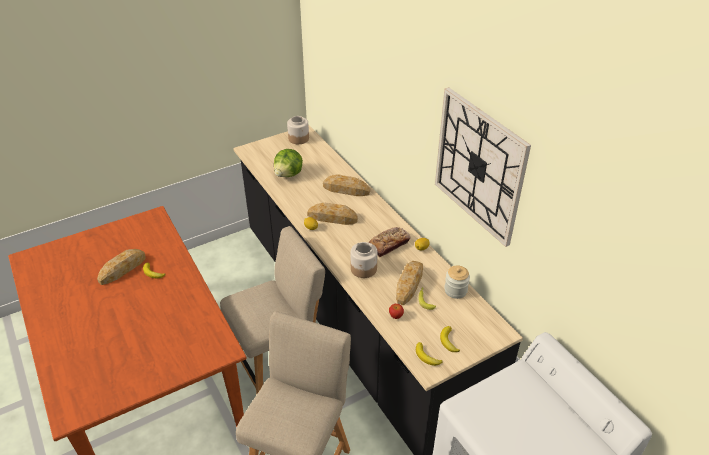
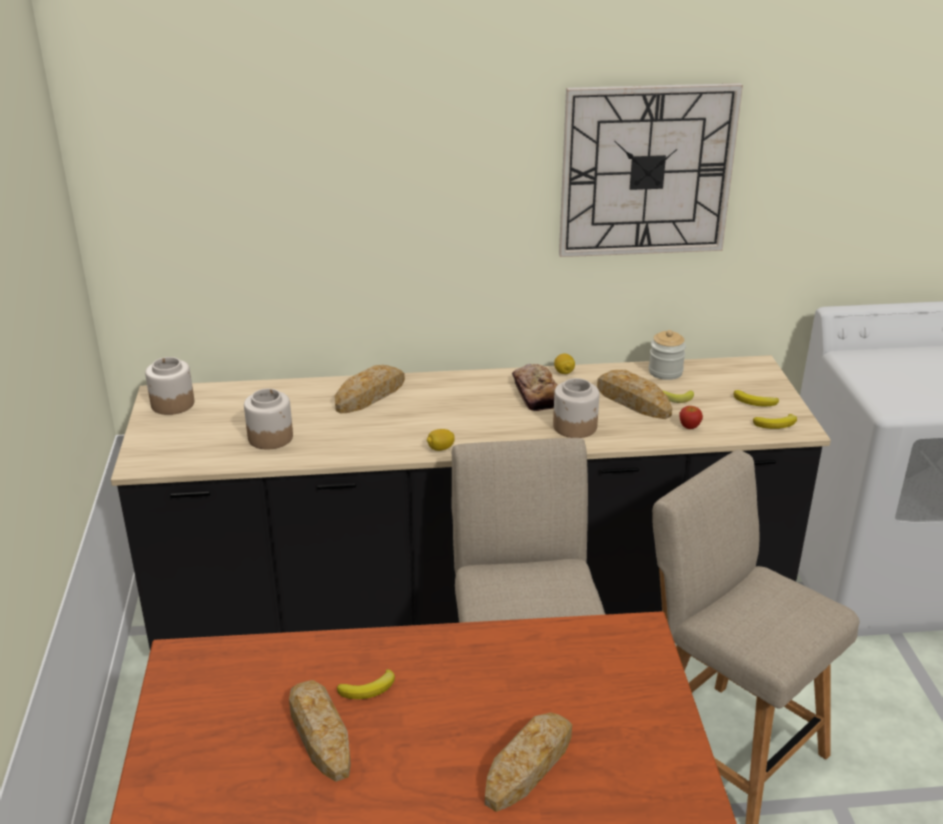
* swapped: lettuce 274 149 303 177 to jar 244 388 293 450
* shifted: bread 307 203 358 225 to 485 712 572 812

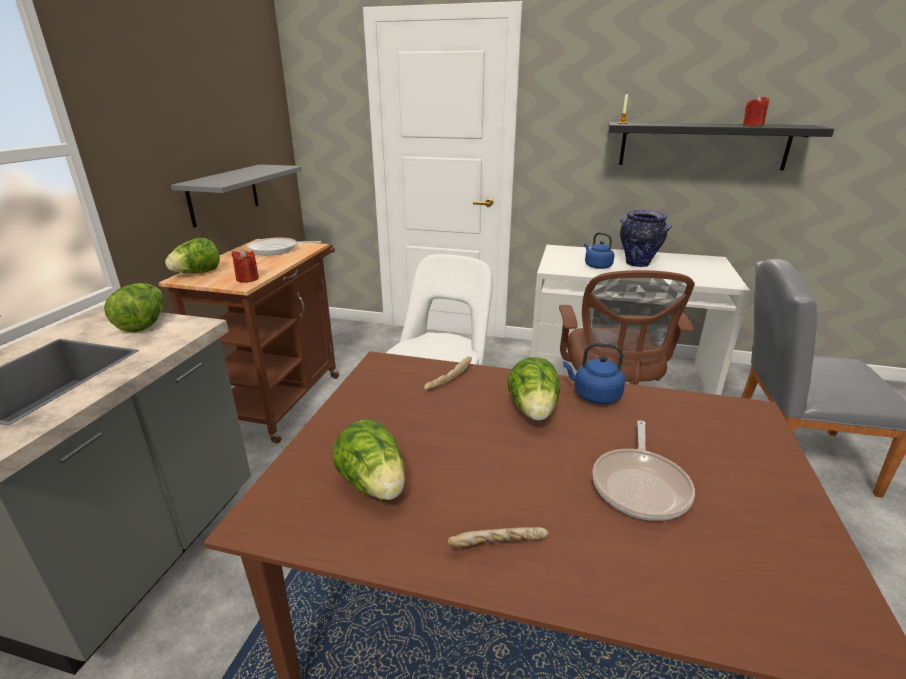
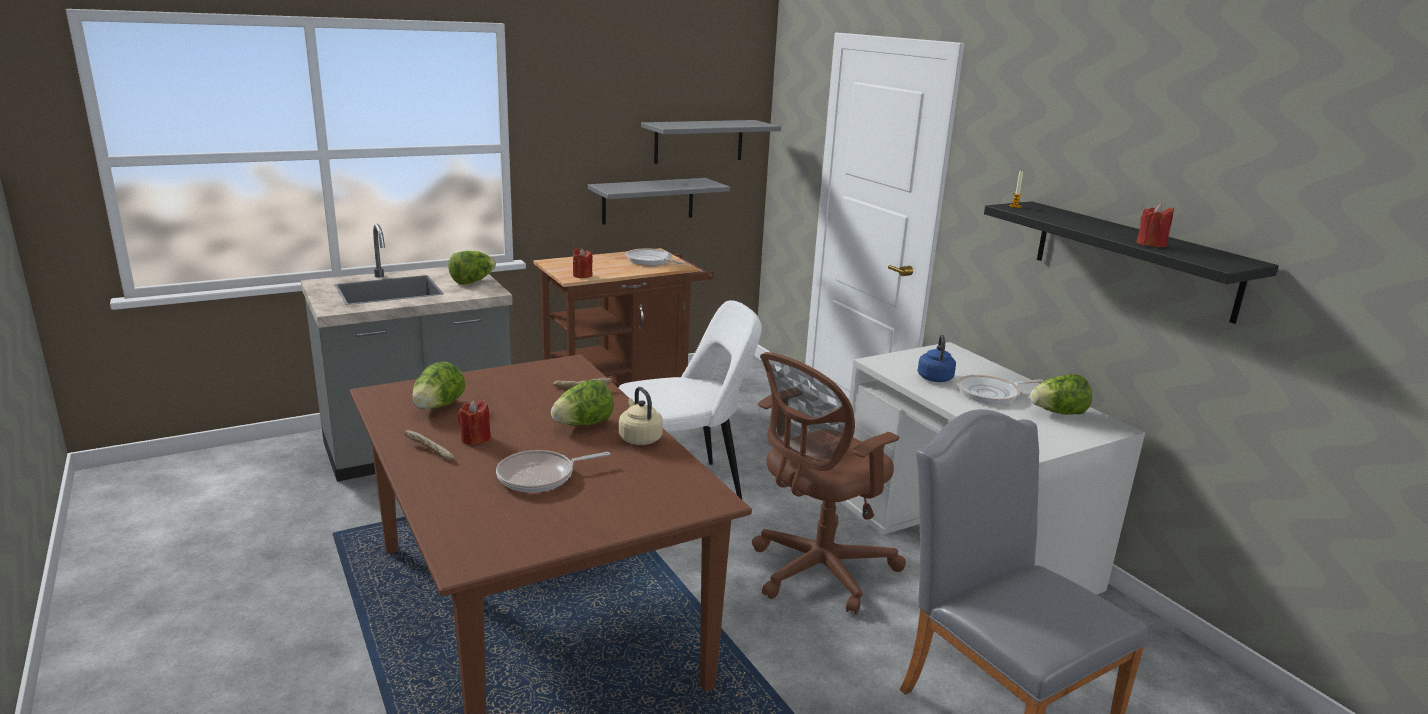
* shifted: lettuce 165 238 220 273 to 1030 374 1092 415
* repainted: blue kettle 563 342 625 404 to beige kettle 619 387 663 445
* swapped: vase 620 210 672 267 to frying pan 957 375 1043 404
* new: red candle 458 400 491 446
* new: grey shelf 641 120 781 164

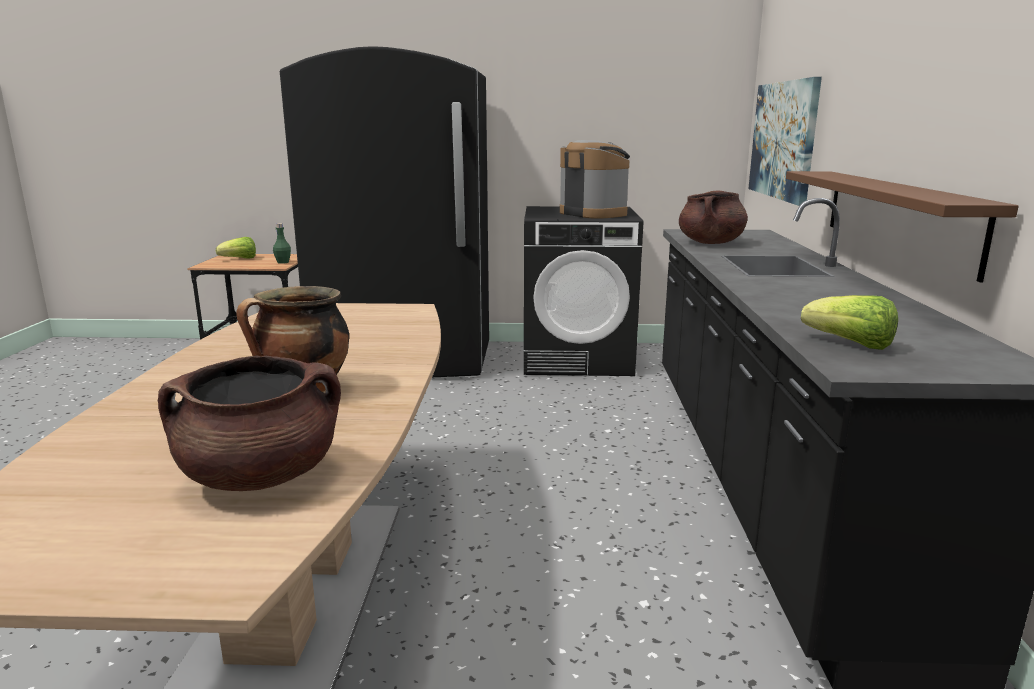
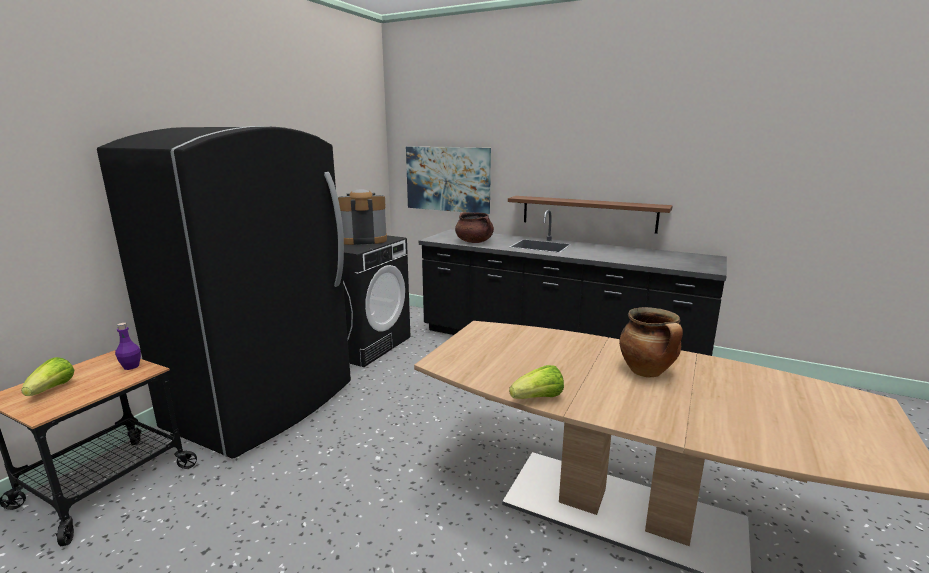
* gone: brown cooking pot 158 355 341 491
* repainted: green bottle 273 223 291 264 to purple bottle 115 323 141 370
* shifted: lettuce 801 295 898 350 to 509 365 564 399

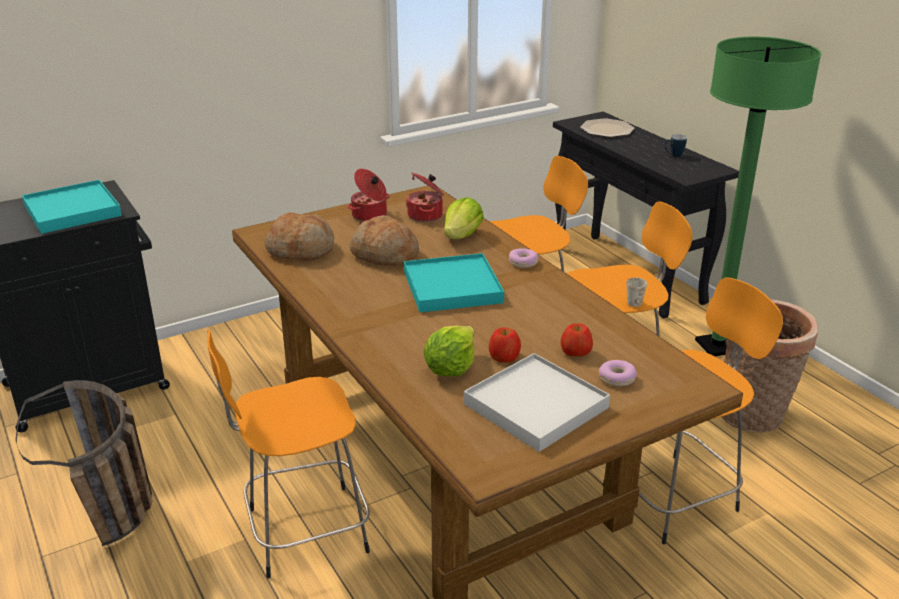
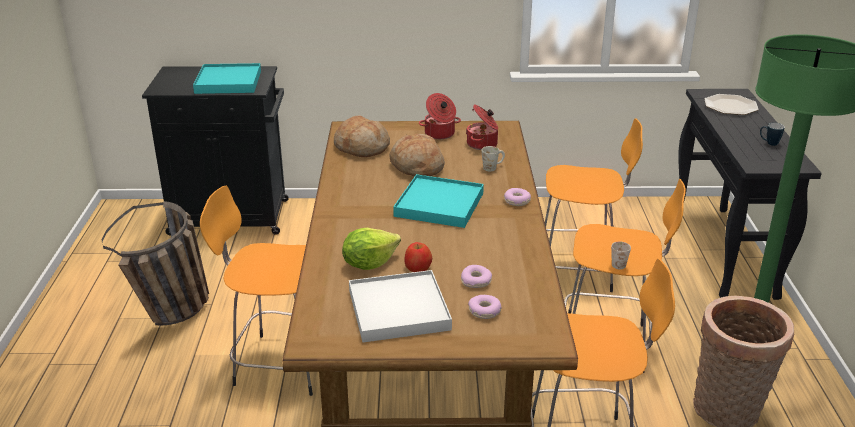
* swapped: lettuce 444 197 484 239 to white mug 482 146 505 171
* swapped: apple 561 323 593 357 to donut 461 265 492 288

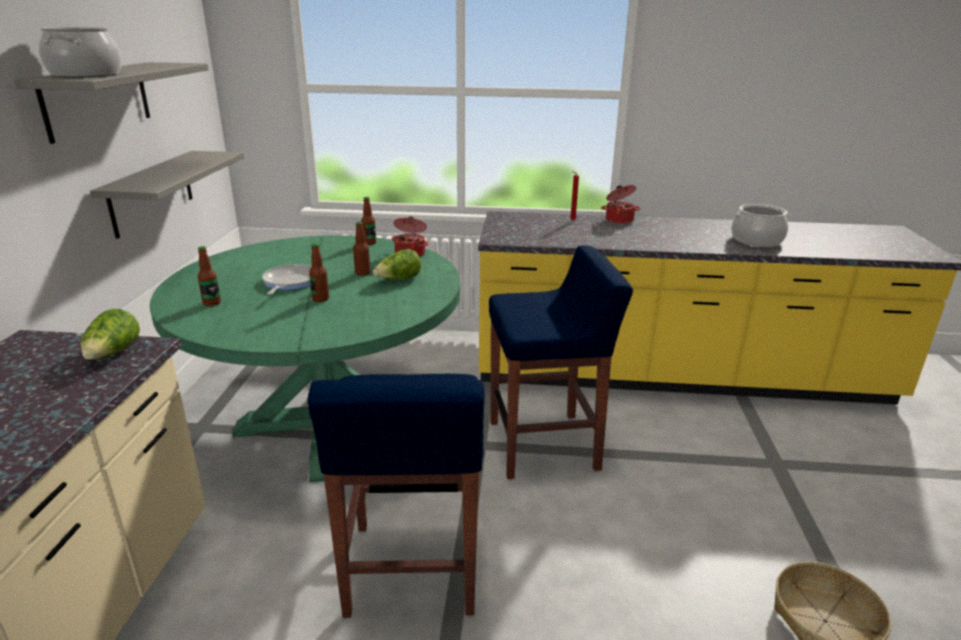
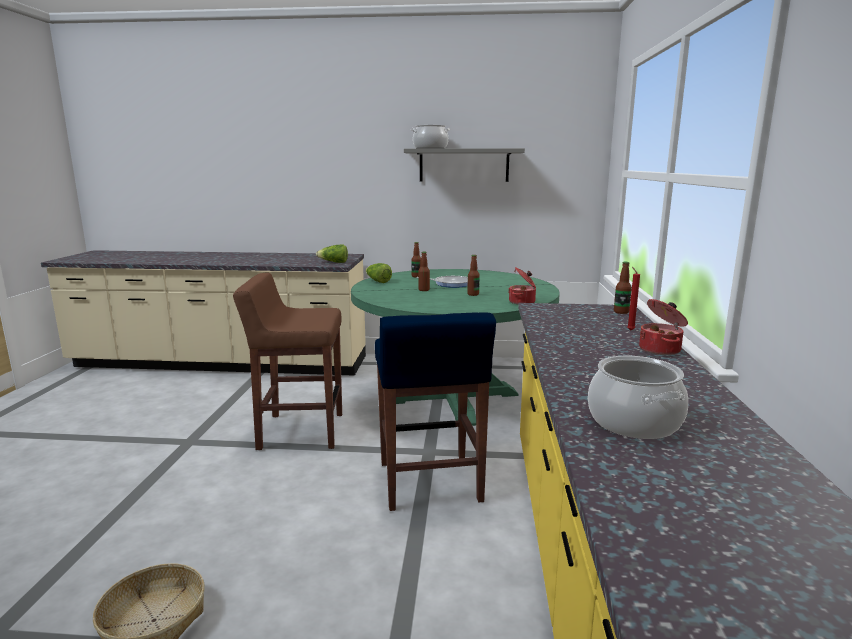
* gone: grey shelf 90 151 244 239
* repainted: blue stool 308 374 485 618 to brown stool 233 273 342 450
* shifted: bottle 361 197 376 245 to 614 262 632 314
* shifted: lettuce 373 249 421 279 to 366 263 392 283

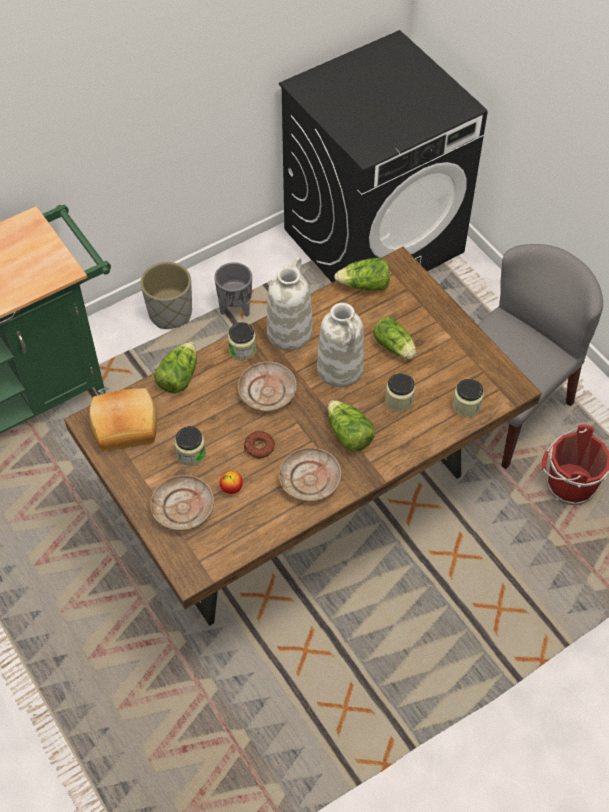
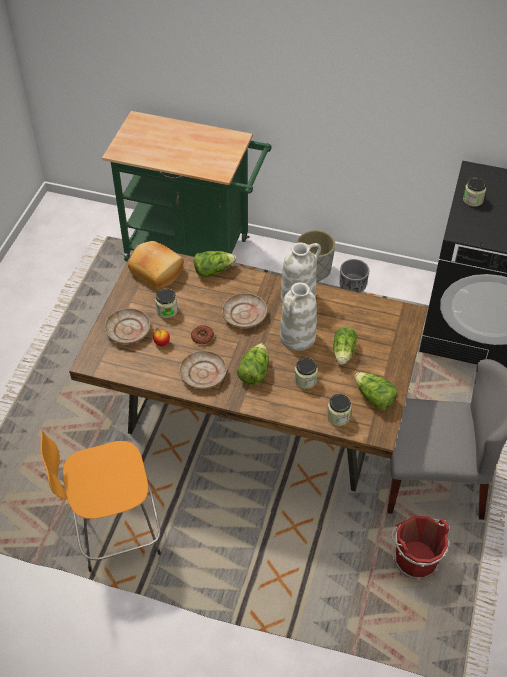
* shifted: jar 228 322 256 360 to 463 178 486 207
* shifted: lettuce 334 258 390 291 to 354 372 398 410
* new: orange stool 40 430 161 572

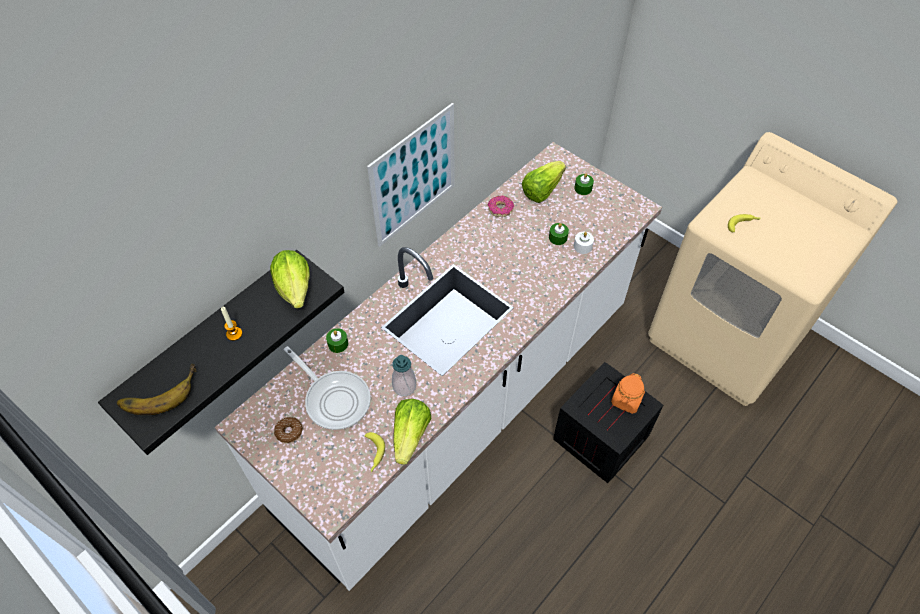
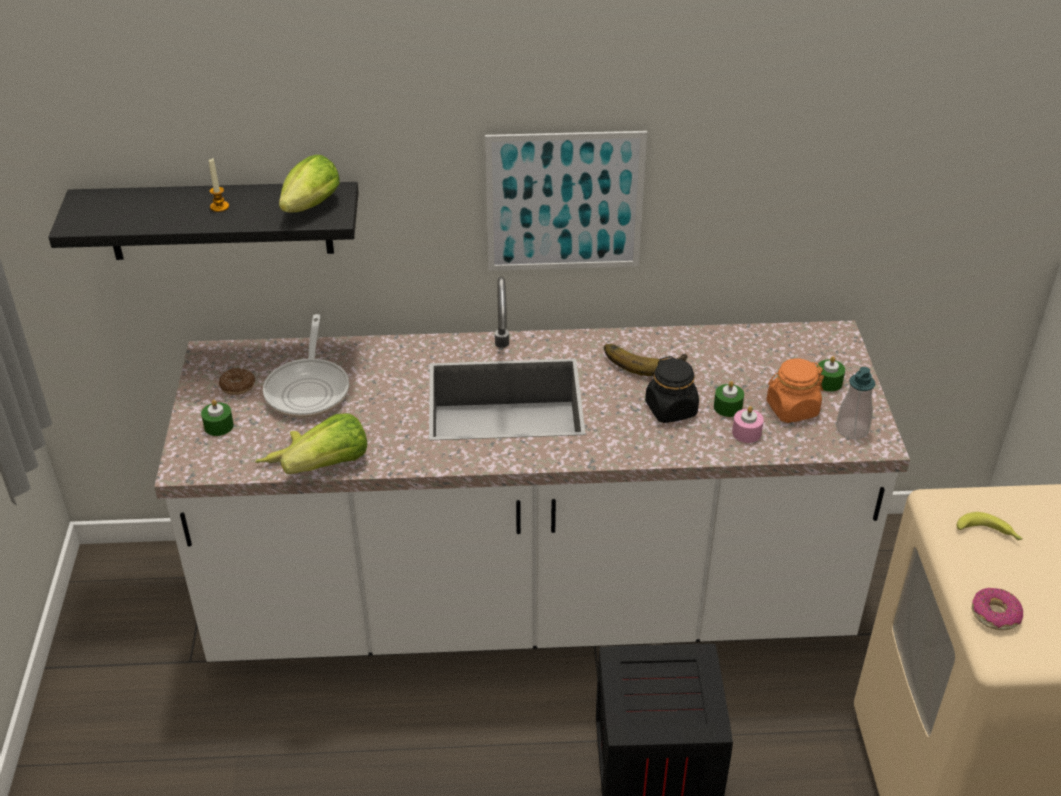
* shifted: banana 117 364 196 415 to 604 344 688 376
* shifted: green candle 326 328 348 353 to 201 400 234 436
* shifted: soap dispenser 392 355 416 396 to 836 367 875 439
* shifted: donut 488 196 514 217 to 971 588 1023 630
* gone: lettuce 522 161 566 203
* repainted: white candle 574 232 594 254 to pink candle 732 406 764 443
* shifted: orange jar 611 373 645 414 to 766 358 824 423
* new: black jar 645 356 699 423

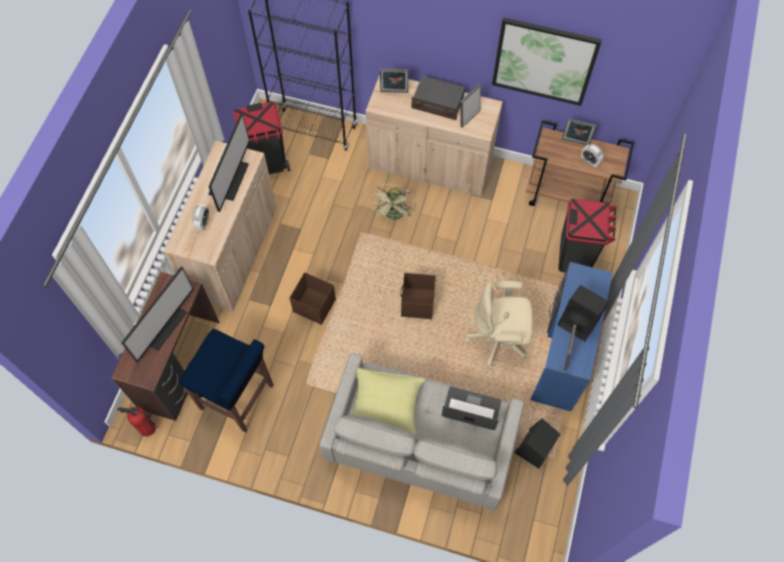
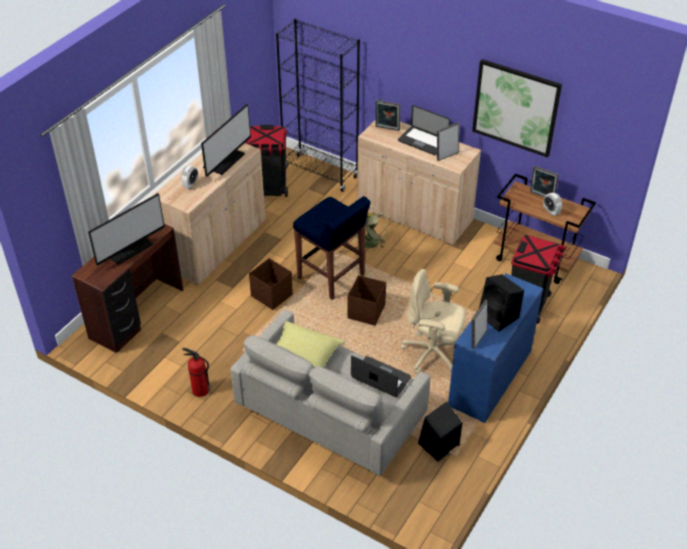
* shifted: fire extinguisher 117 406 158 436 to 182 348 210 397
* shifted: blue stool 179 329 274 433 to 293 196 370 300
* swapped: radio 411 76 465 120 to laptop 398 105 450 155

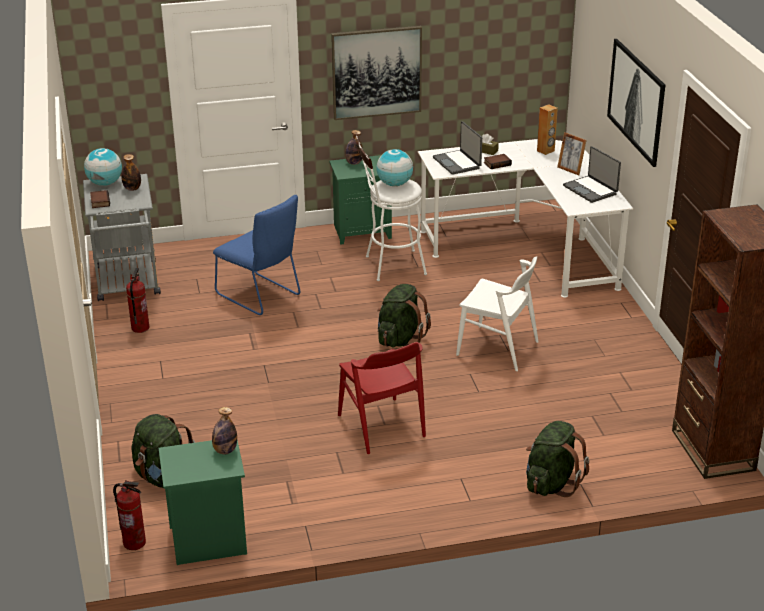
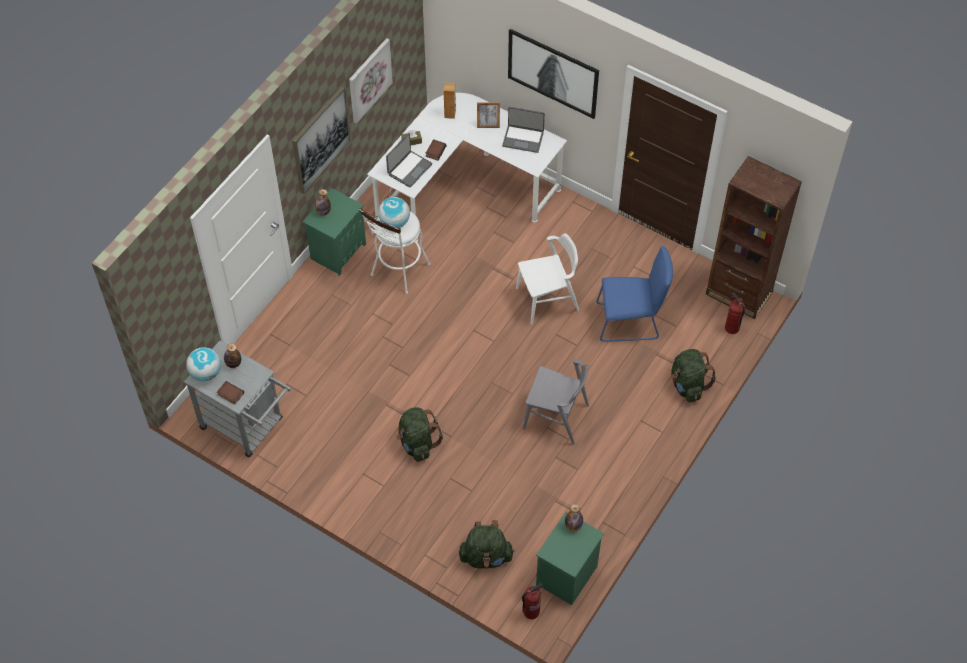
* shifted: fire extinguisher 126 268 149 333 to 725 293 745 334
* shifted: blue chair 213 195 300 315 to 596 246 673 342
* repainted: red chair 338 342 426 454 to grey chair 523 359 589 445
* shifted: green backpack 377 284 431 348 to 396 407 443 462
* rotated: laptop 433 121 482 175 = 386 133 433 188 75 degrees counterclockwise
* new: picture 349 38 393 123

